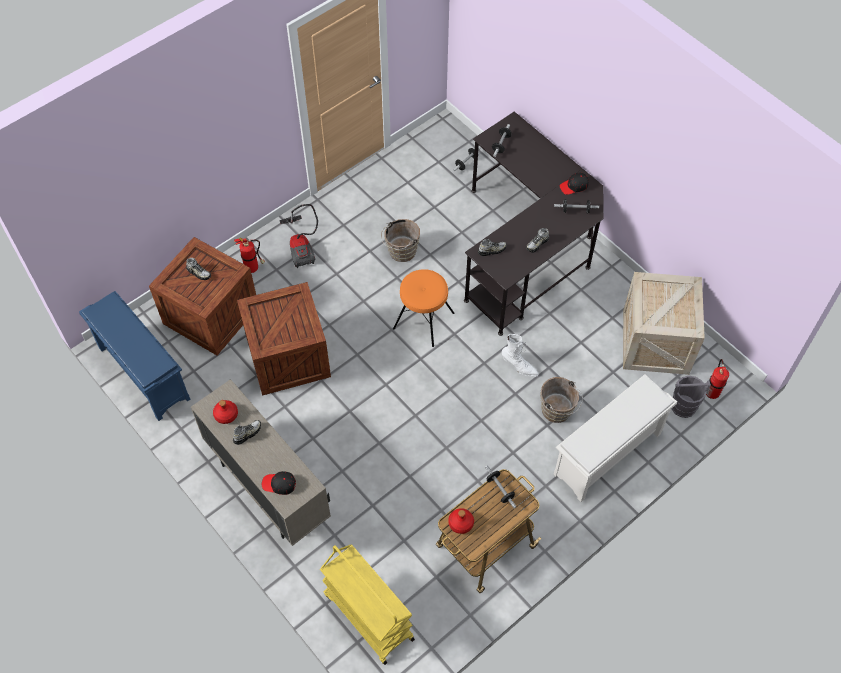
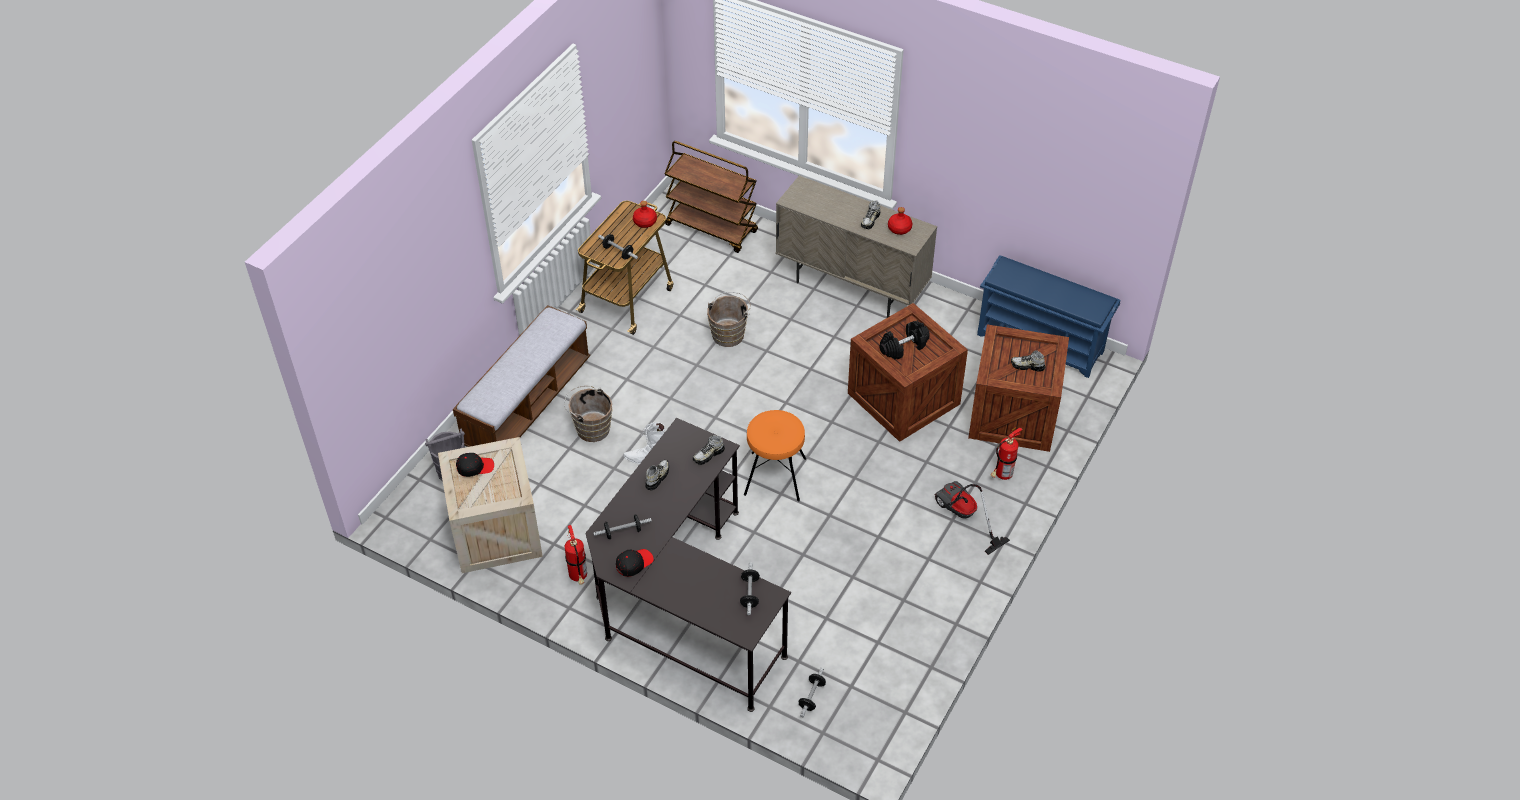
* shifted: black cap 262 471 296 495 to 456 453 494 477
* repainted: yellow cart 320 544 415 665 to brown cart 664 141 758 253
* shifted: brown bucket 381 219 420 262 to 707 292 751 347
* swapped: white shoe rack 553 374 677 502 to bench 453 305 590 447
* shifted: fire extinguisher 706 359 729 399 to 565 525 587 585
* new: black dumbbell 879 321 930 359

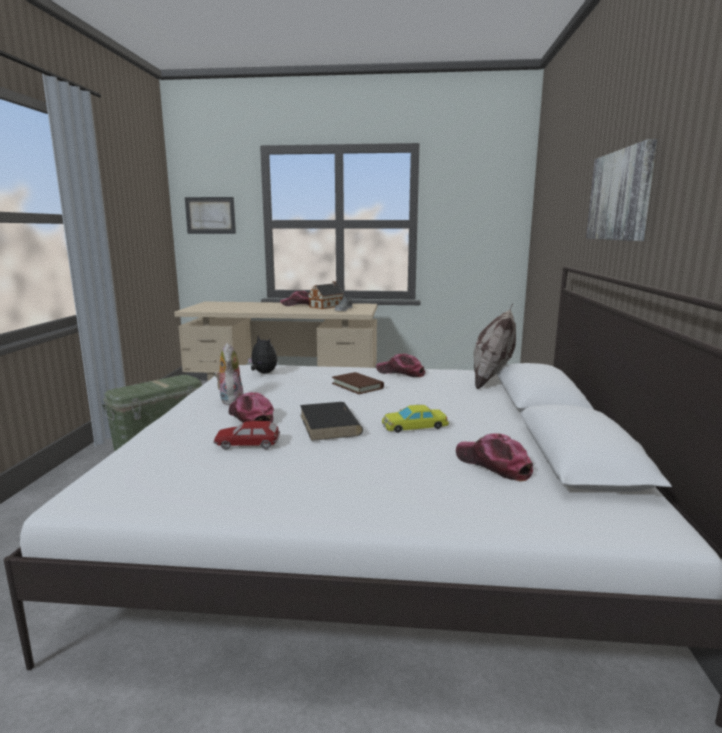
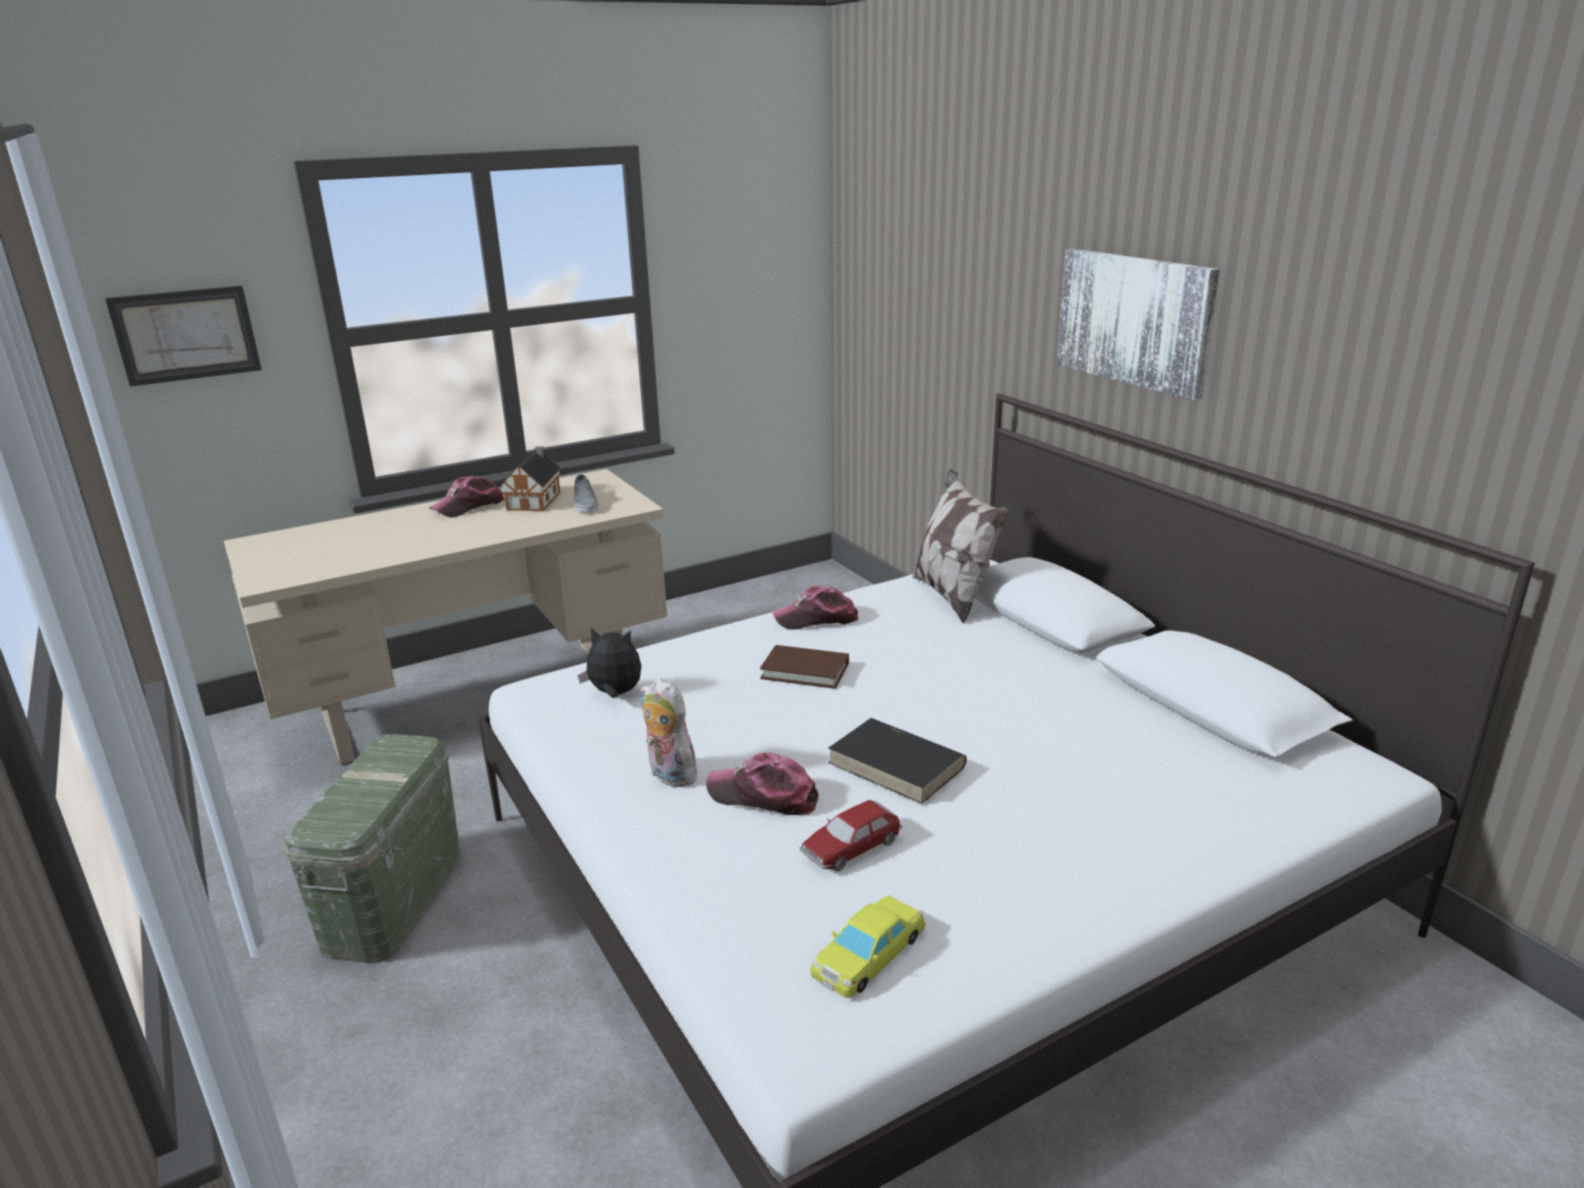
* shifted: yellow toy car 382 405 449 433 to 810 896 926 998
* gone: cap 456 434 533 482

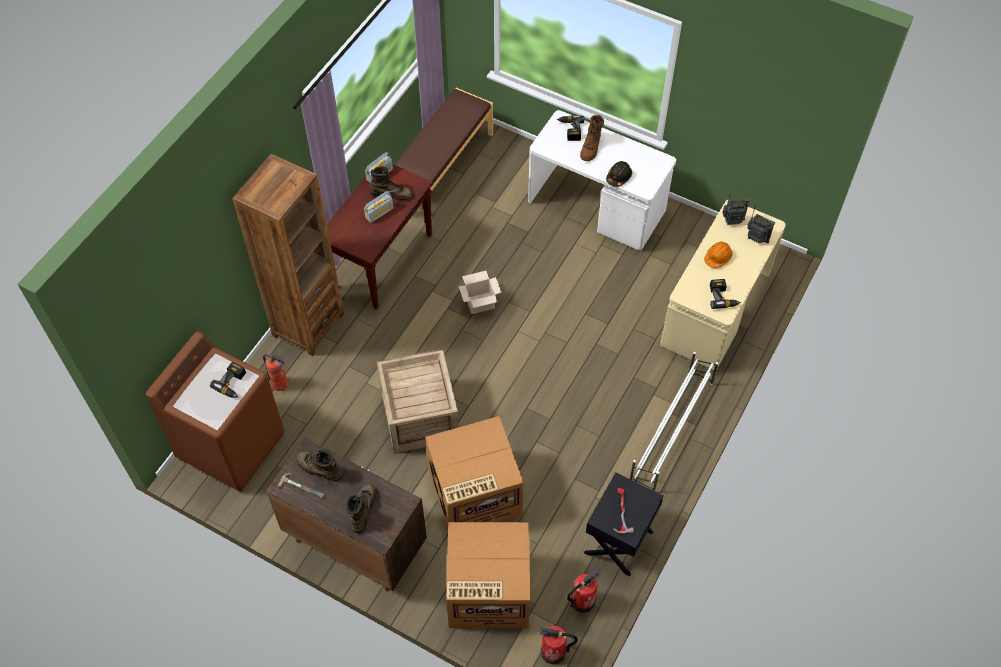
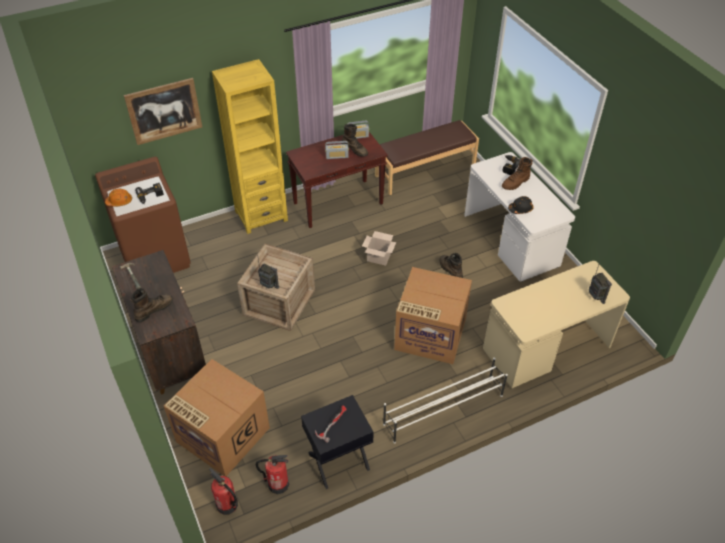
* repainted: brown bookcase 232 154 344 356 to yellow bookcase 212 59 288 234
* gone: fire extinguisher 263 353 288 391
* shifted: brown boot 296 450 343 482 to 440 253 463 278
* shifted: cardboard box 425 416 524 529 to 394 267 472 364
* shifted: orange hard hat 704 242 732 268 to 105 189 132 207
* gone: power drill 710 279 741 309
* shifted: radio 722 193 750 225 to 257 255 279 289
* new: picture 124 78 202 145

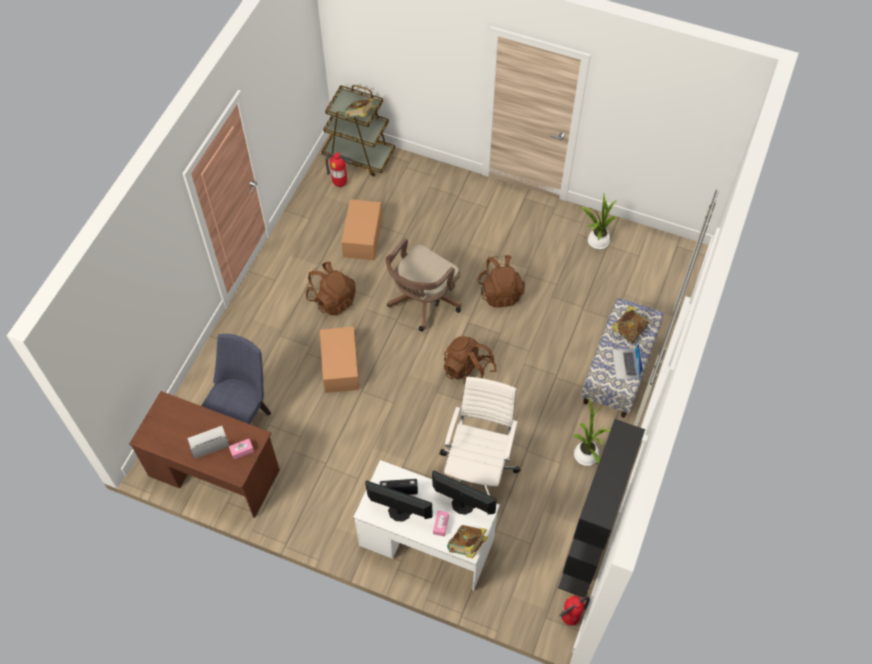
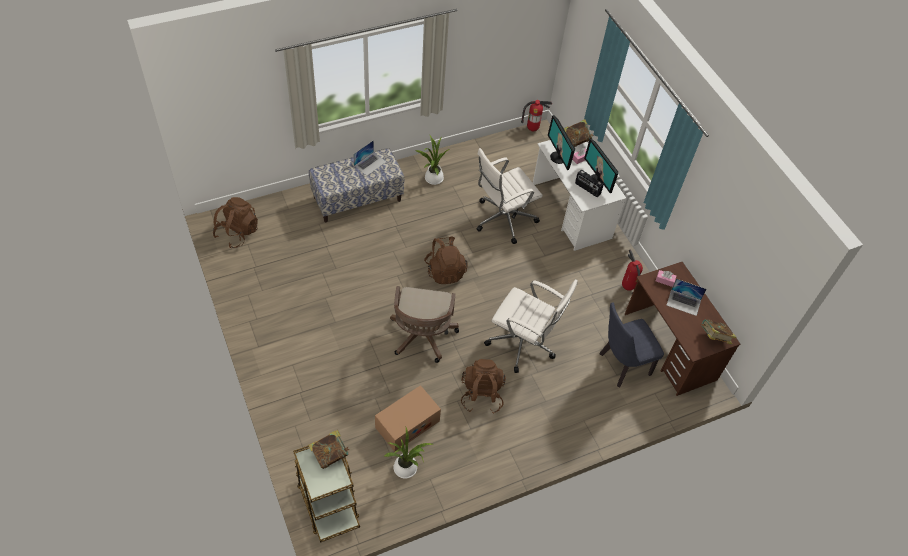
* swapped: cardboard box 320 327 359 393 to white office chair 484 279 578 373
* shifted: fire extinguisher 325 153 353 187 to 622 249 643 294
* rotated: brown office chair 386 238 462 331 = 390 286 459 363 105 degrees clockwise
* shifted: brown backpack 477 255 525 308 to 213 197 258 248
* gone: black bookcase 558 419 645 598
* shifted: potted plant 580 193 618 249 to 384 427 433 479
* shifted: book 611 306 649 343 to 701 319 737 345

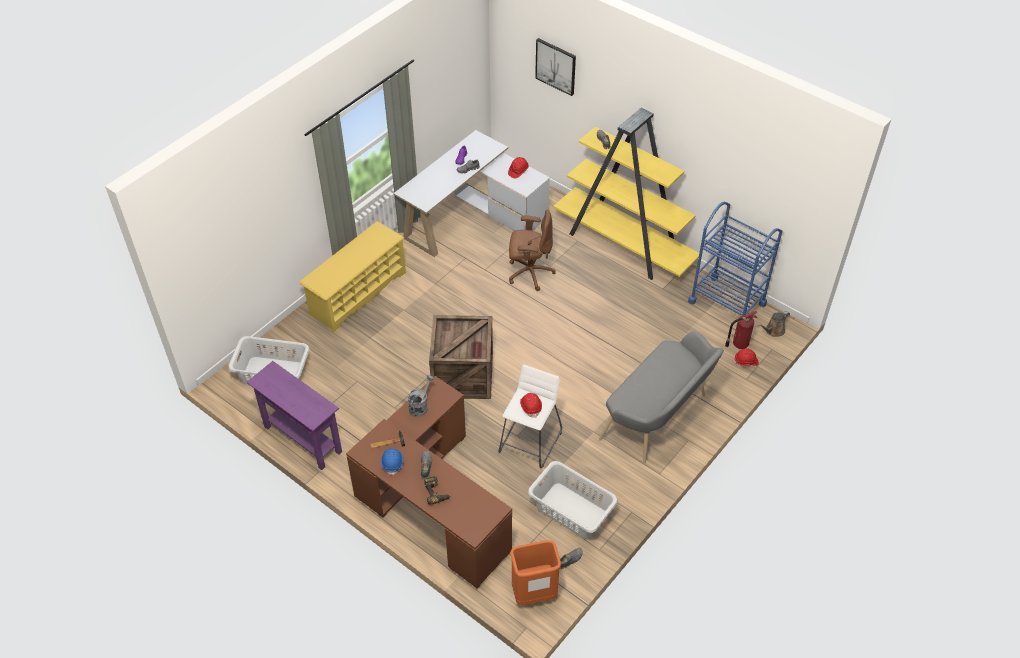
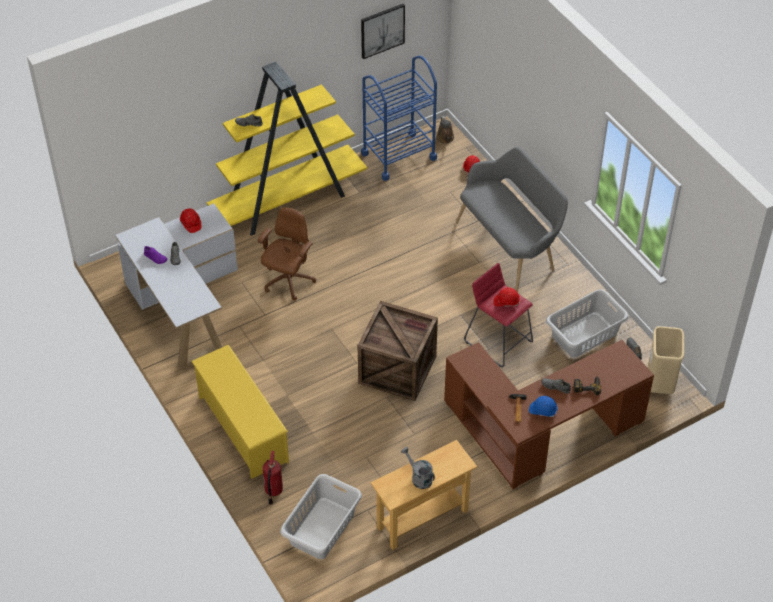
* repainted: purple console table 247 361 342 470 to beige console table 371 440 477 550
* shifted: grey watering can 408 375 434 417 to 401 447 435 489
* repainted: white stool 498 365 562 468 to red stool 464 263 533 367
* repainted: orange trash can 510 540 561 605 to beige trash can 648 326 685 394
* shifted: picture 535 38 576 96 to 361 4 405 59
* shifted: fire extinguisher 725 311 758 349 to 263 451 283 505

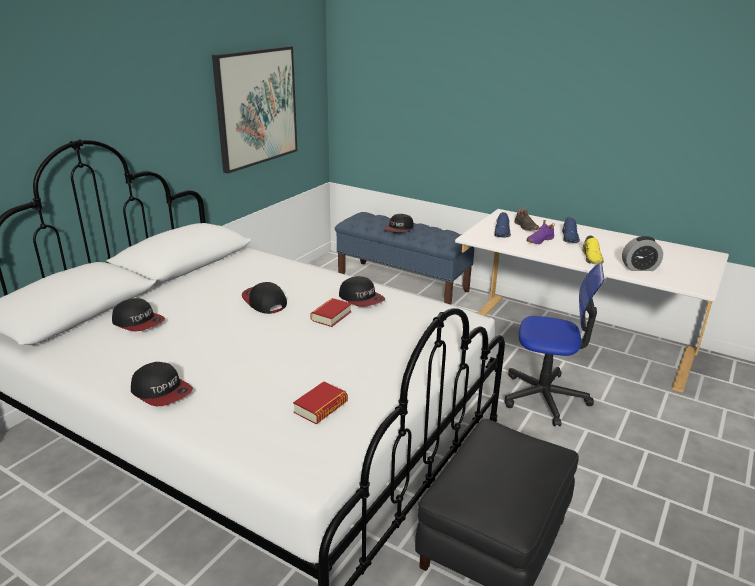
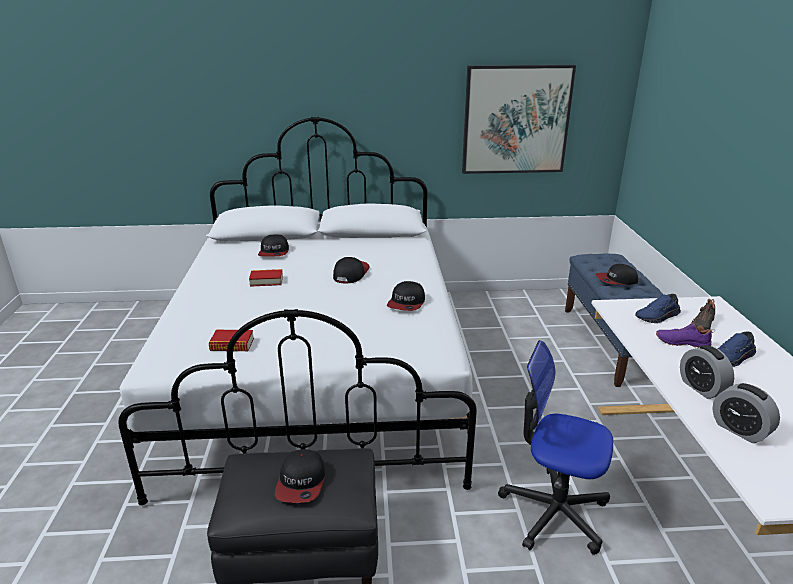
* shifted: cap 131 362 193 406 to 274 449 325 503
* shifted: book 310 298 352 327 to 249 269 283 287
* rotated: office chair 505 263 604 426 = 498 340 613 555 135 degrees clockwise
* swapped: yellow shoe 582 235 604 264 to alarm clock 680 345 734 399

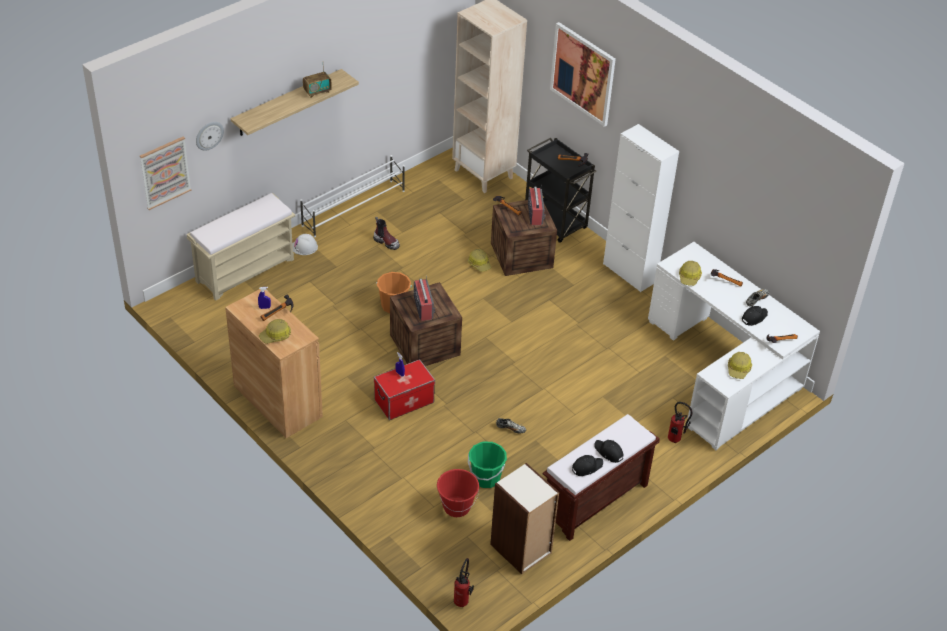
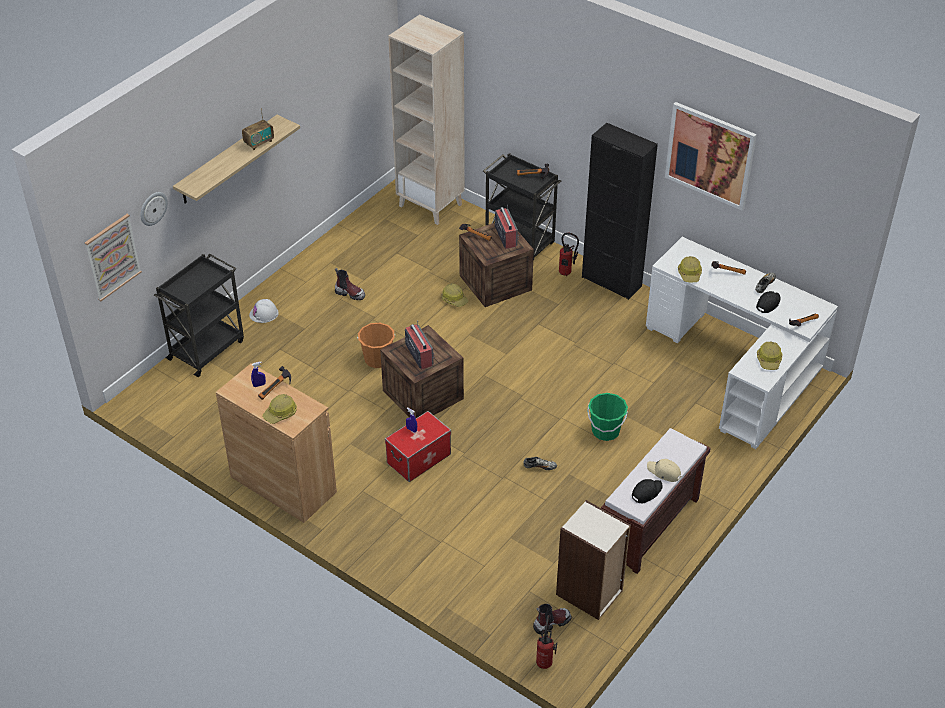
* swapped: beige bench 187 193 295 301 to black cart 154 254 244 377
* gone: white shoe rack 300 155 405 237
* gone: red bucket 437 469 479 517
* shifted: green bucket 468 442 507 488 to 587 393 628 441
* shifted: picture 550 22 616 127 to 665 102 757 210
* repainted: black cap 594 440 623 463 to beige cap 647 459 681 482
* repainted: white cabinet 603 124 679 292 to black cabinet 582 123 658 300
* shifted: fire extinguisher 668 402 692 443 to 559 233 579 276
* new: boot 533 604 572 635

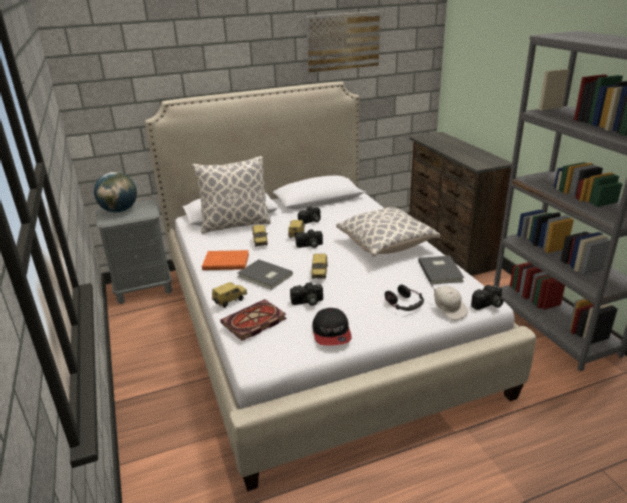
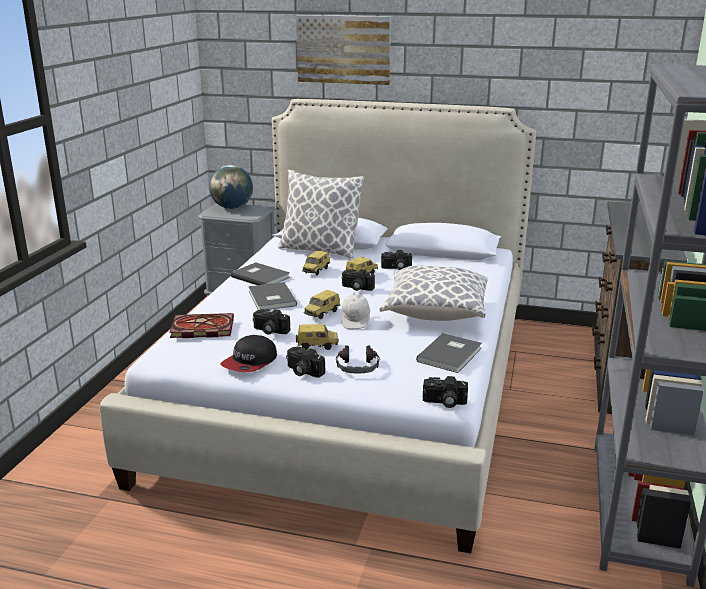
* repainted: orange book 202 250 249 270 to grey book 231 262 290 285
* shifted: toy car 212 282 248 308 to 296 324 339 350
* shifted: picture 306 11 380 73 to 296 15 391 85
* shifted: white cap 431 285 468 320 to 342 292 370 330
* new: photo camera 286 346 325 378

